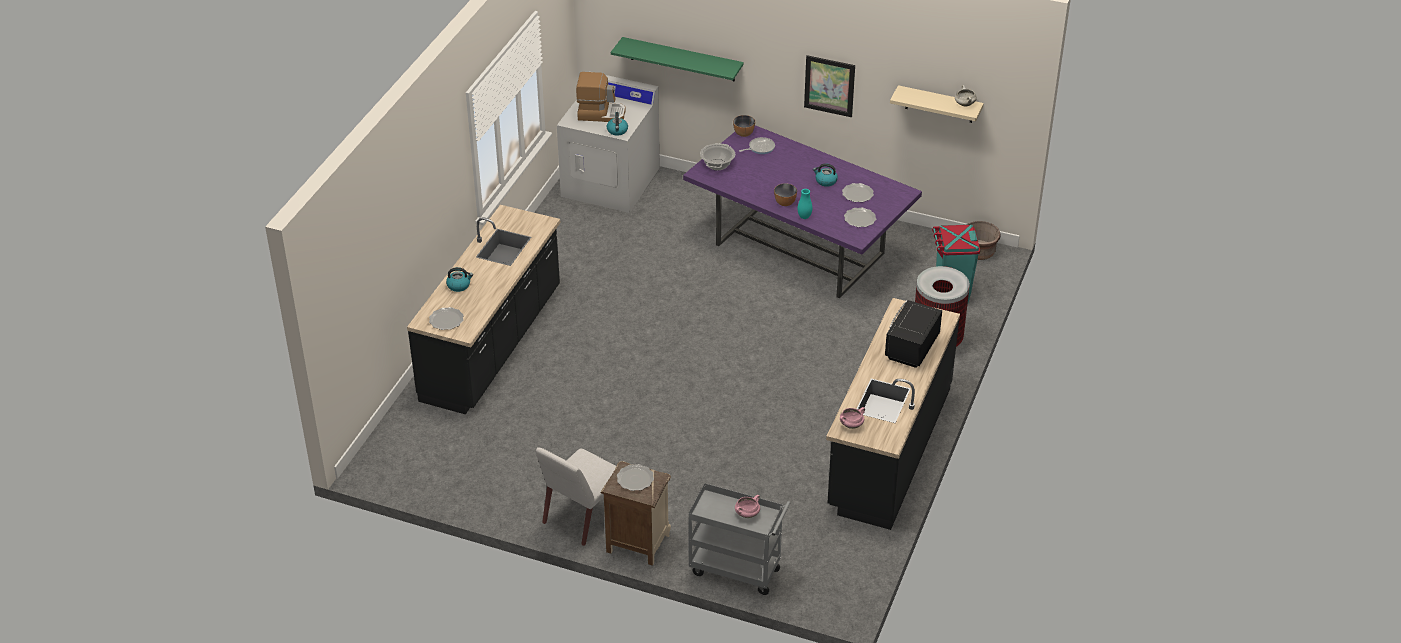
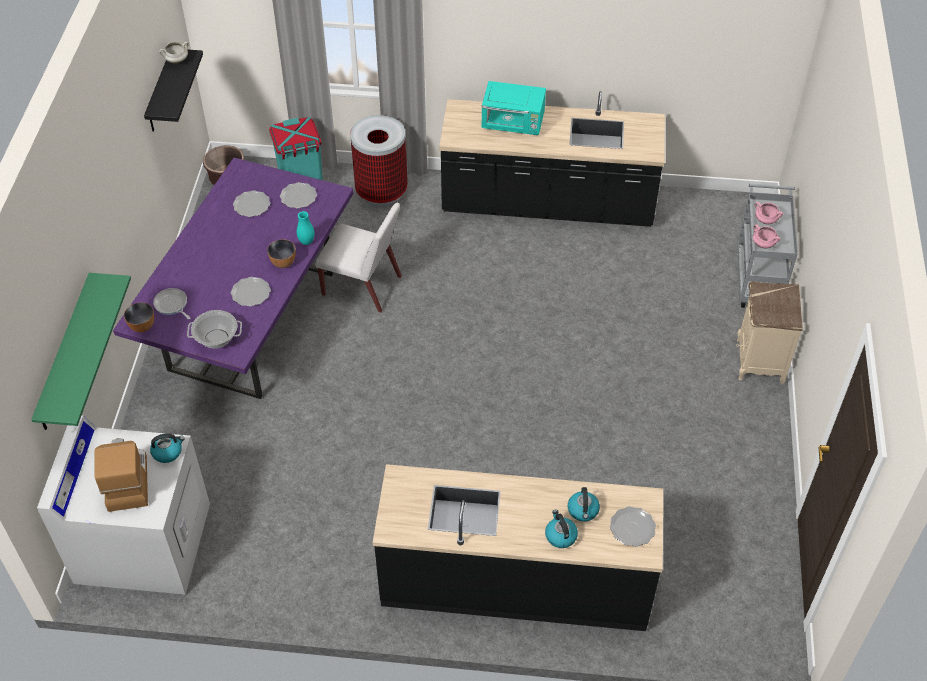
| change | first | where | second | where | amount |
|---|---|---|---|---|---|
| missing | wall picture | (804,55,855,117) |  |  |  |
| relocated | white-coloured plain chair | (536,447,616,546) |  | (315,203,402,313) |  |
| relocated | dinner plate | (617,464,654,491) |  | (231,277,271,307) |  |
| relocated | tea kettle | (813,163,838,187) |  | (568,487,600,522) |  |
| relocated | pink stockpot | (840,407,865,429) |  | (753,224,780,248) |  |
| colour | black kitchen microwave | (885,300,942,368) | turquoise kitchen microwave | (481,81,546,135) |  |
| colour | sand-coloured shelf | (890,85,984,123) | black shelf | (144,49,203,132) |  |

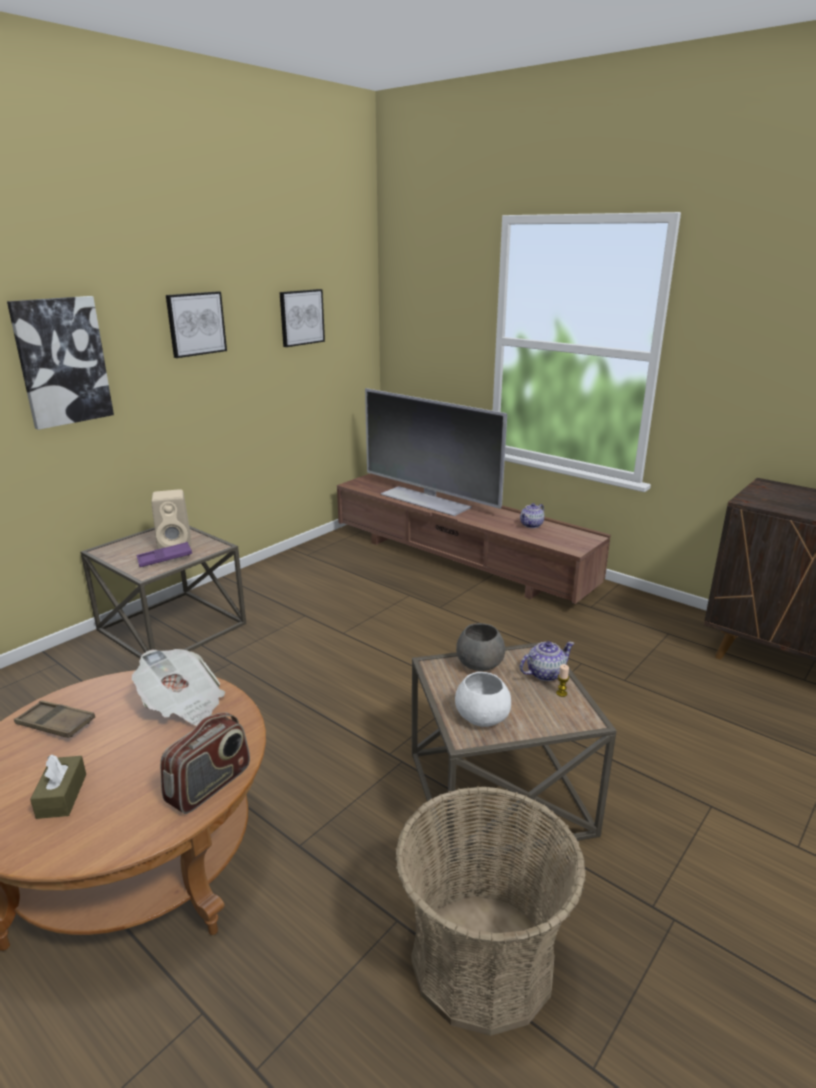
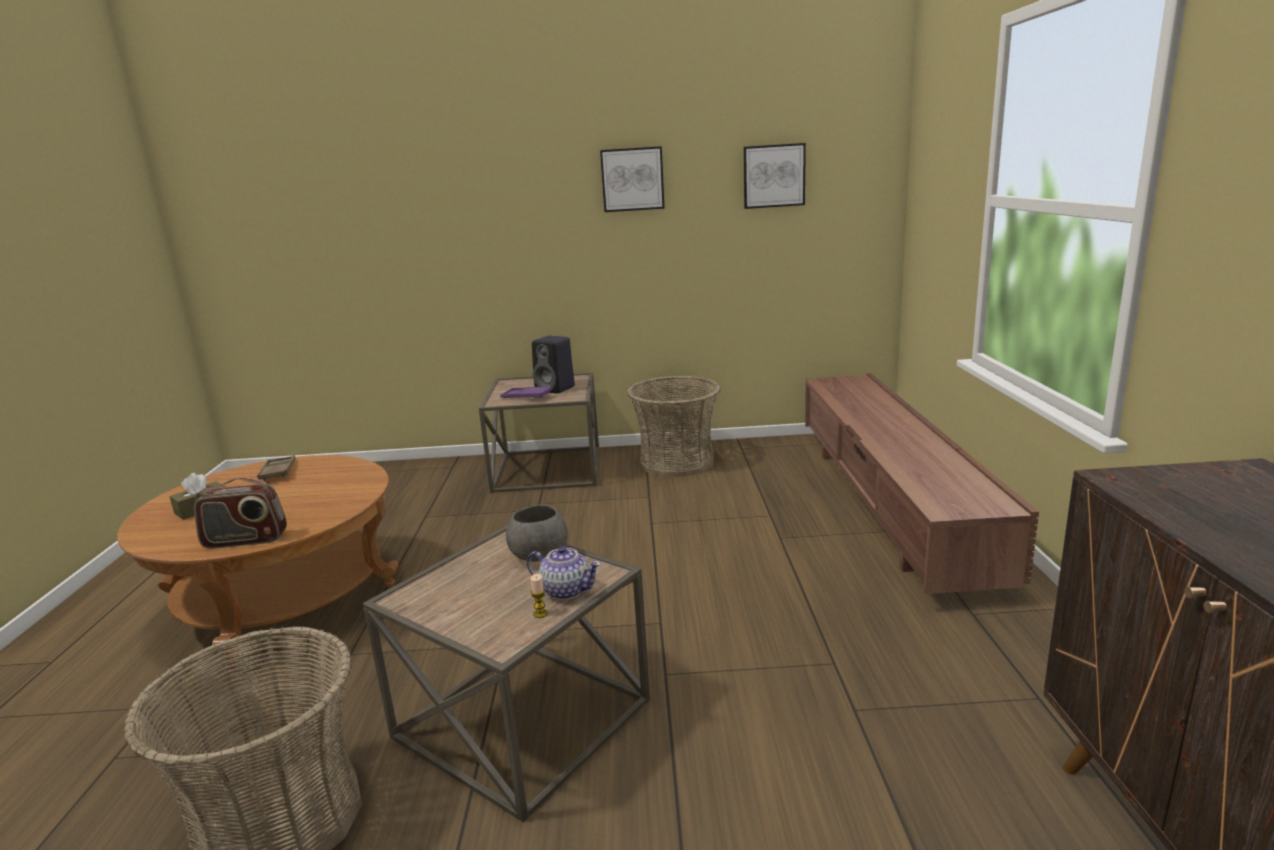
| change | first | where | second | where | amount |
|---|---|---|---|---|---|
| missing | wall picture | (7,296,114,430) |  |  |  |
| missing | printed paper | (132,649,225,726) |  |  |  |
| missing | television | (365,388,507,516) |  |  |  |
| missing | white-coloured serving bowl | (455,672,511,727) |  |  |  |
| missing | pot for tea | (520,503,544,528) |  |  |  |
| appeared |  |  | basket | (627,375,721,477) |  |
| colour | sand-coloured audio speaker | (151,489,191,549) | black audio speaker | (532,336,575,394) |  |

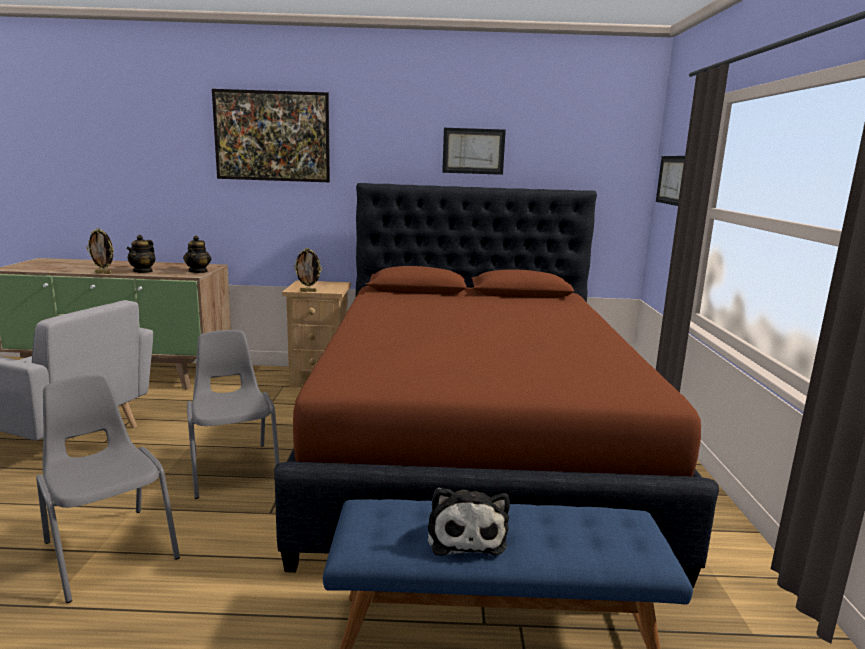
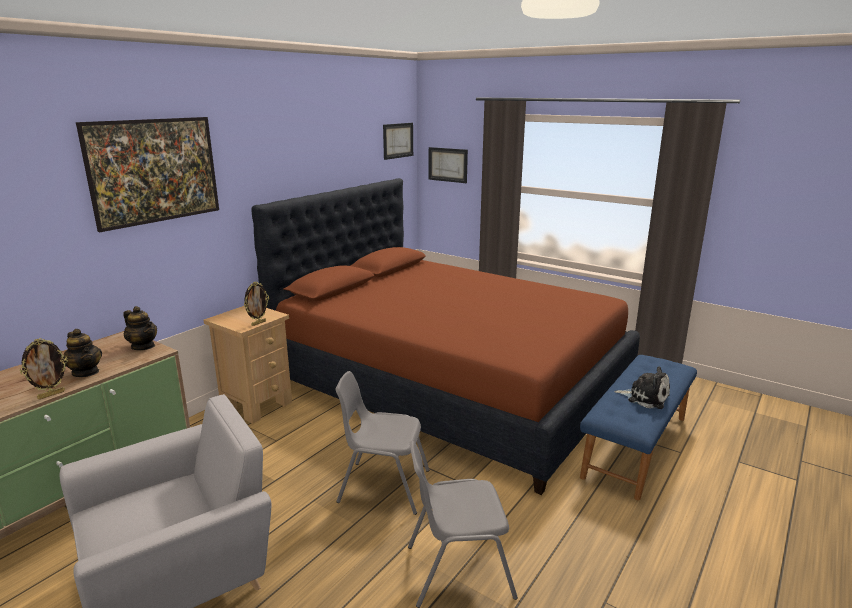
| change | first | where | second | where | amount |
|---|---|---|---|---|---|
| relocated | wall picture | (442,128,506,175) |  | (383,123,413,160) |  |

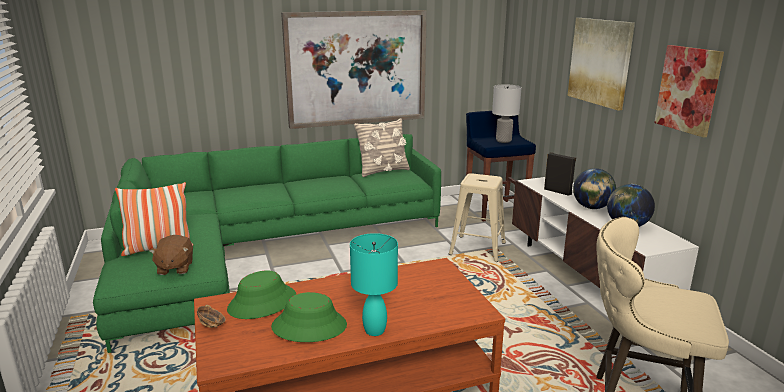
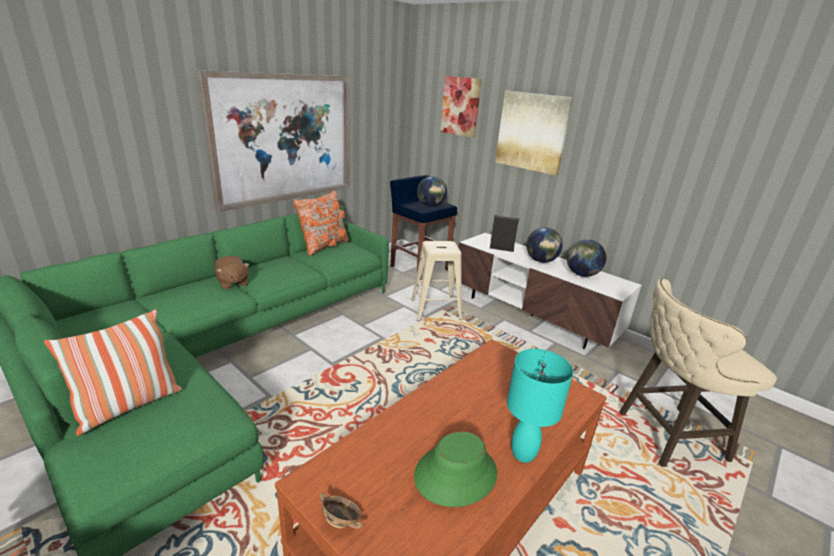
| change | first | where | second | where | amount |
|---|---|---|---|---|---|
| missing | greenish clothing hat | (227,270,296,319) |  |  |  |
| relocated | brownish plush toy | (149,235,193,275) |  | (214,256,249,289) |  |
| relocated | wall picture | (654,45,724,138) |  | (440,76,482,138) |  |
| exchanged | grey table lamp | (492,85,522,143) | world globe | (417,176,447,207) |  |
| colour | sand-coloured cushion | (354,119,410,177) | orange cushion | (293,190,349,256) |  |

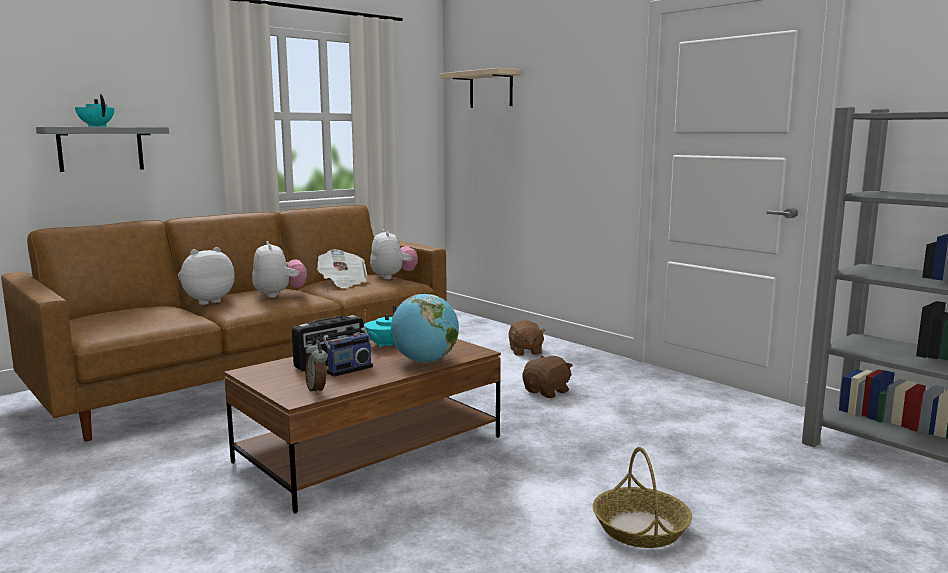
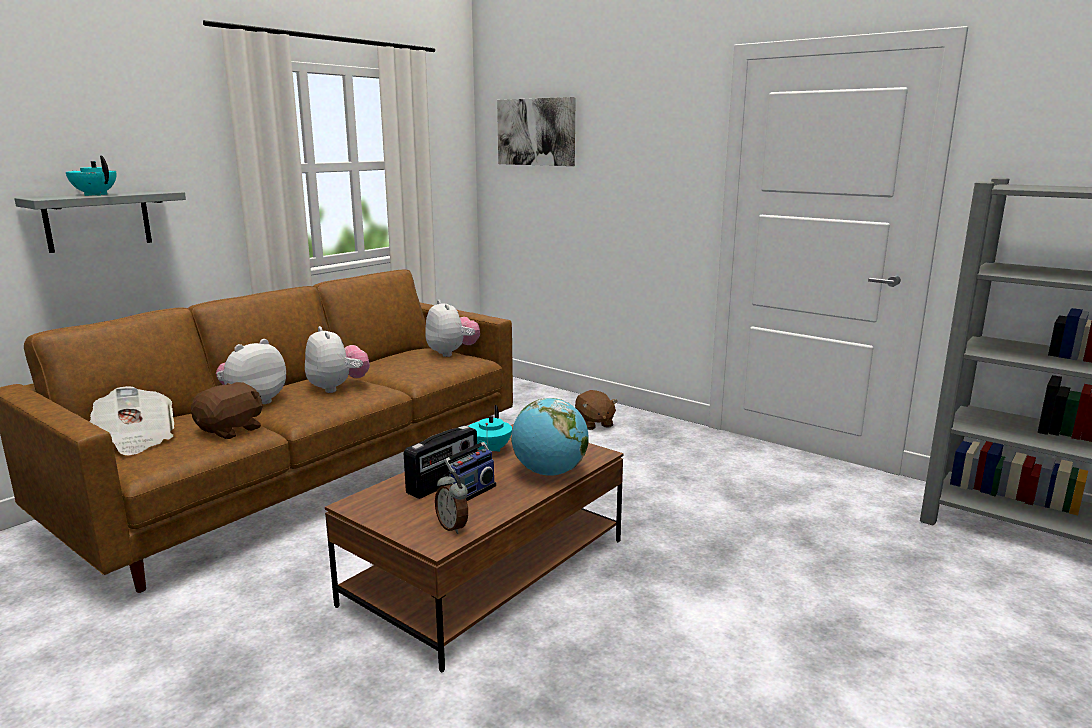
| change | first | where | second | where | amount |
|---|---|---|---|---|---|
| missing | basket | (593,447,692,548) |  |  |  |
| relocated | printed paper | (317,249,367,288) |  | (89,386,174,456) |  |
| relocated | brownish plush toy | (522,356,573,398) |  | (191,382,263,439) |  |
| exchanged | sand-coloured shelf | (440,68,522,108) | wall picture | (497,97,576,166) |  |

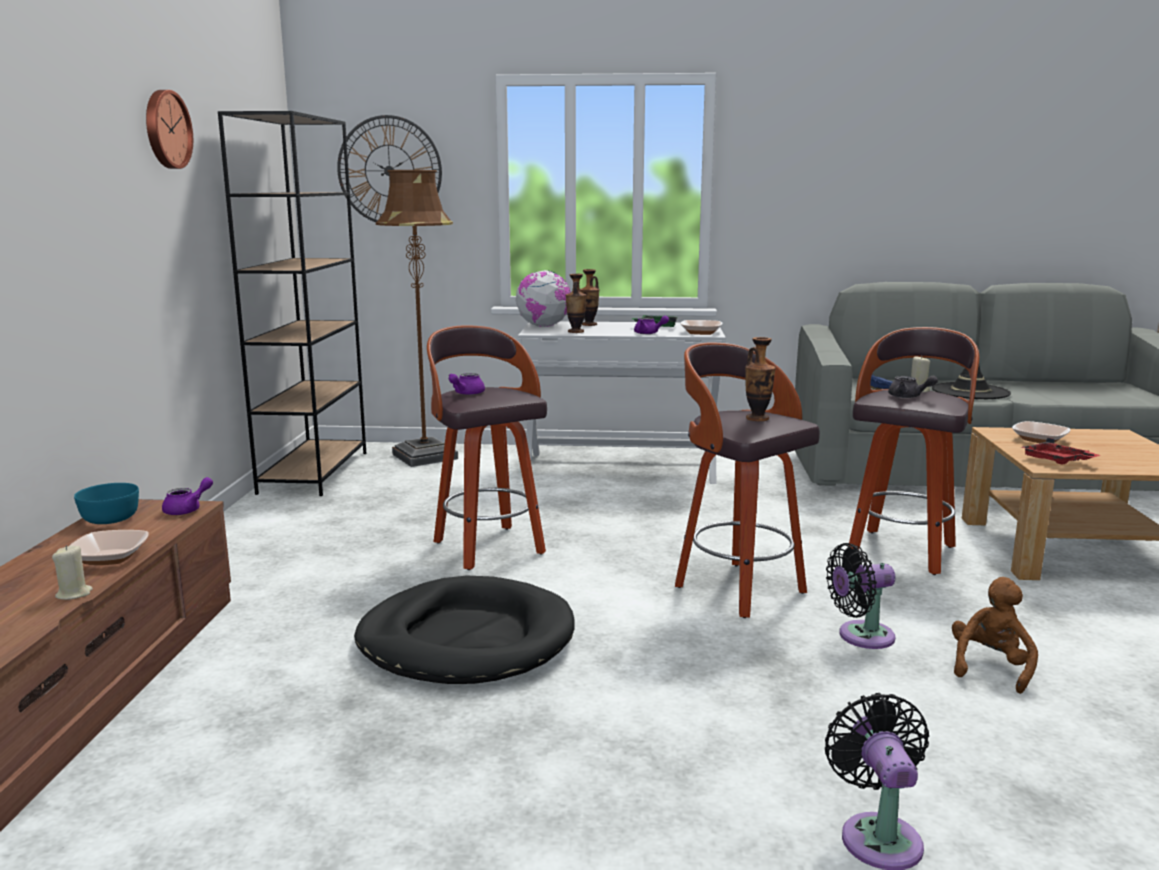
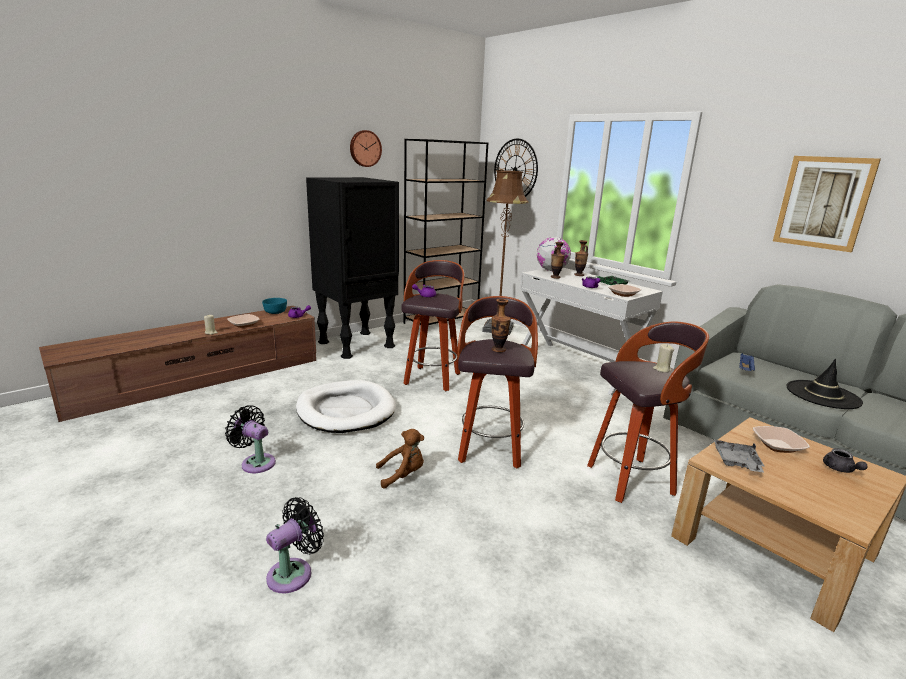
| change | first | where | second | where | amount |
|---|---|---|---|---|---|
| appeared |  |  | black cupboard | (306,177,399,359) |  |
| appeared |  |  | wall picture | (773,156,881,252) |  |
| relocated | black fan | (826,543,896,649) |  | (225,405,276,473) |  |
| relocated | grey pot for tea | (888,376,938,398) |  | (823,448,868,473) |  |
| relocated | brownish plush toy | (952,577,1038,694) |  | (376,429,424,489) |  |
| colour | black dog cushion | (354,576,575,684) | white-coloured dog cushion | (296,380,396,433) |  |
| colour | red-coloured carrying tray | (1021,438,1100,465) | grey carrying tray | (713,439,765,472) |  |

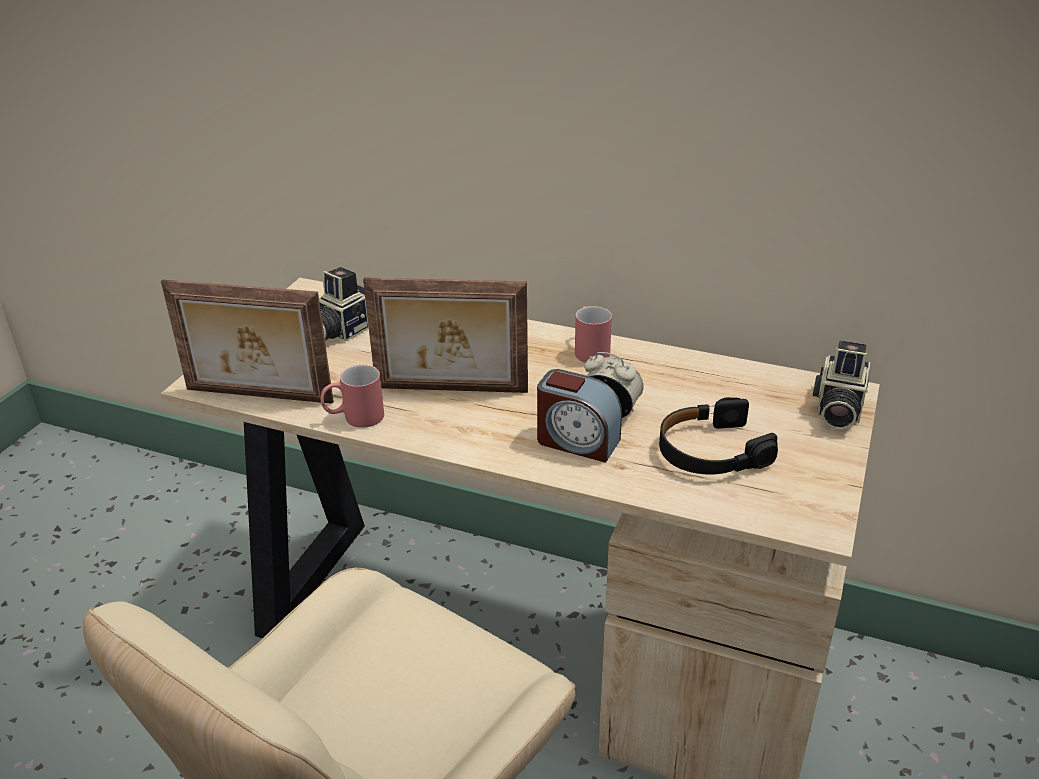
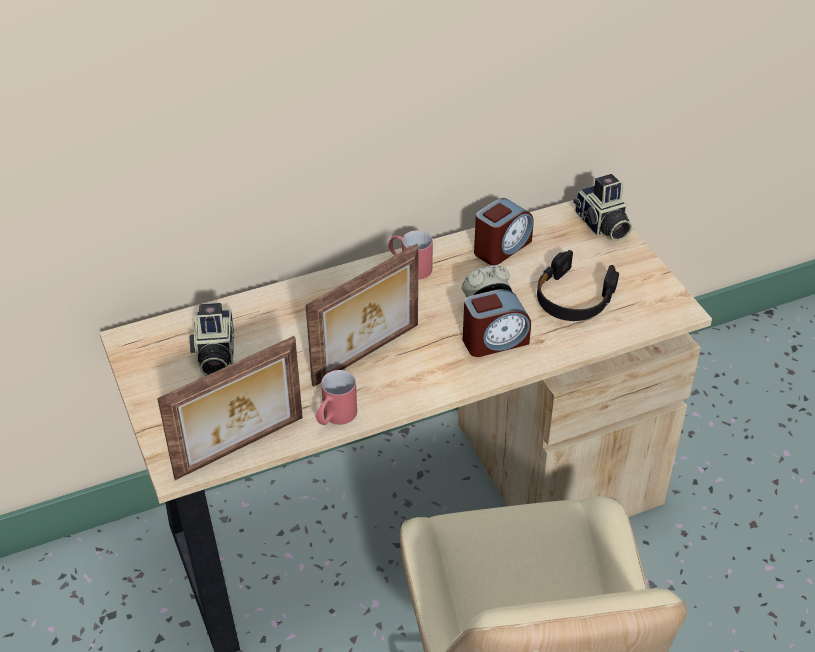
| change | first | where | second | where | amount |
|---|---|---|---|---|---|
| appeared |  |  | bedside clock | (474,198,534,265) |  |

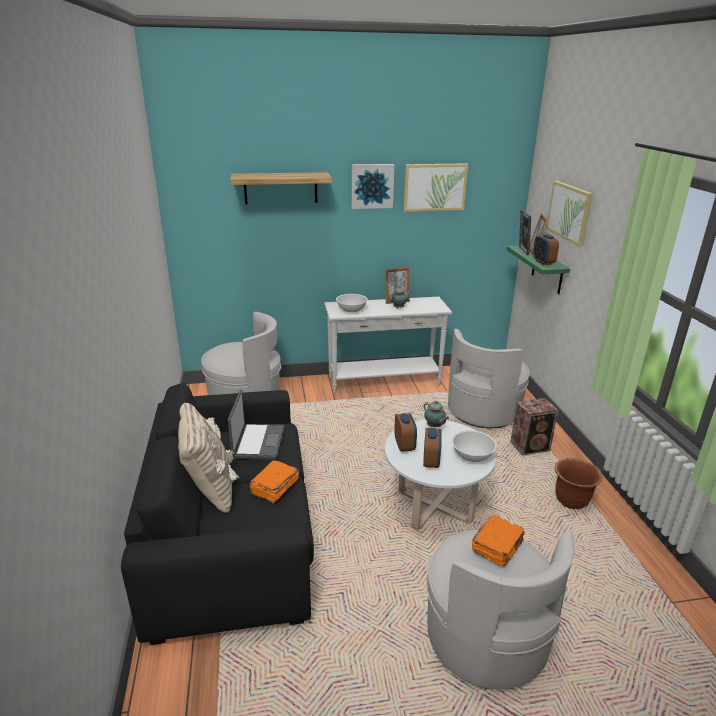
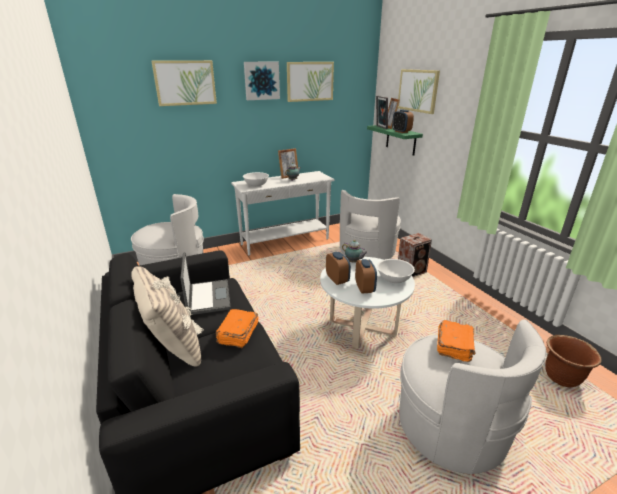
| change | first | where | second | where | amount |
|---|---|---|---|---|---|
| relocated | brownish planter | (555,458,602,509) |  | (545,335,601,387) |  |
| exchanged | shelf | (230,172,332,204) | wall picture | (151,60,217,106) |  |

